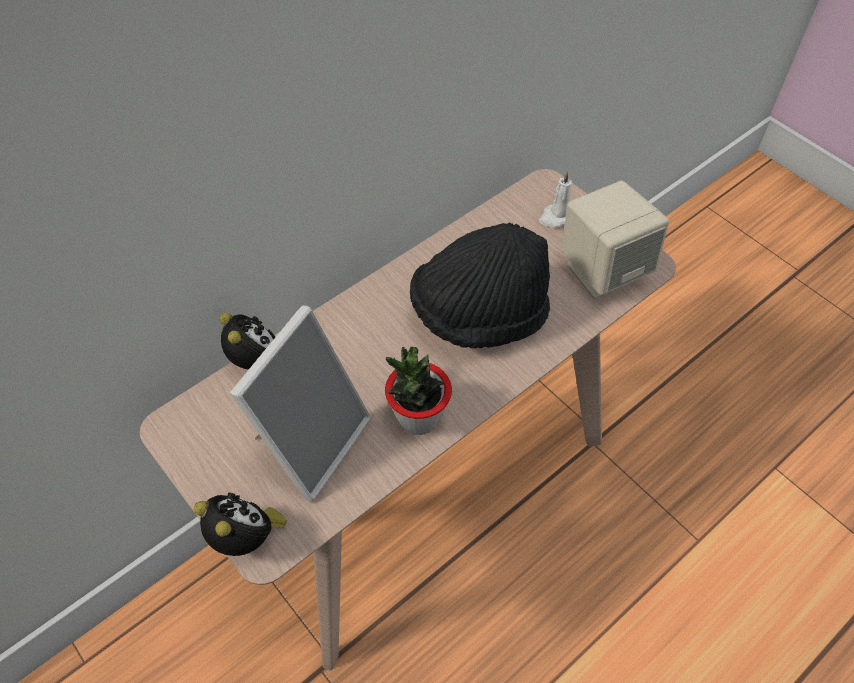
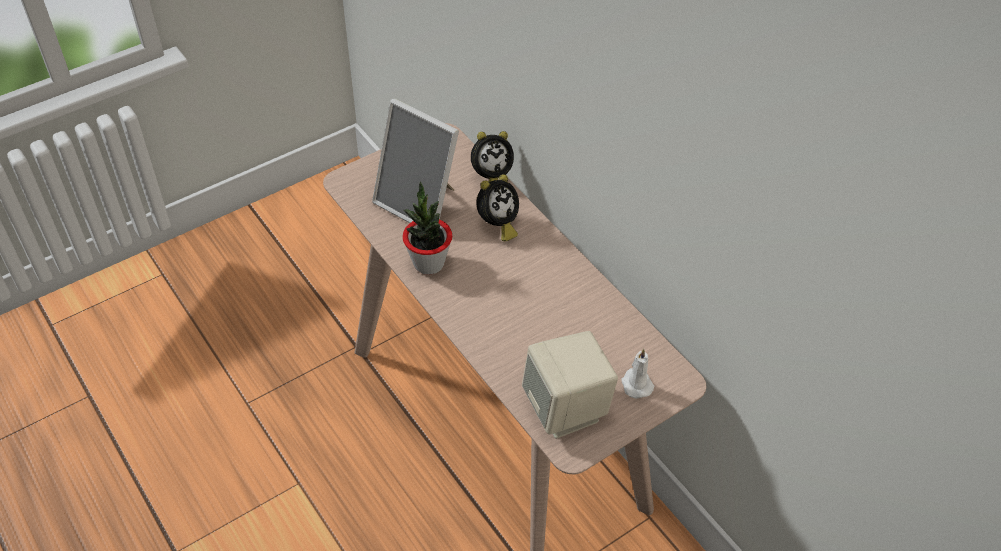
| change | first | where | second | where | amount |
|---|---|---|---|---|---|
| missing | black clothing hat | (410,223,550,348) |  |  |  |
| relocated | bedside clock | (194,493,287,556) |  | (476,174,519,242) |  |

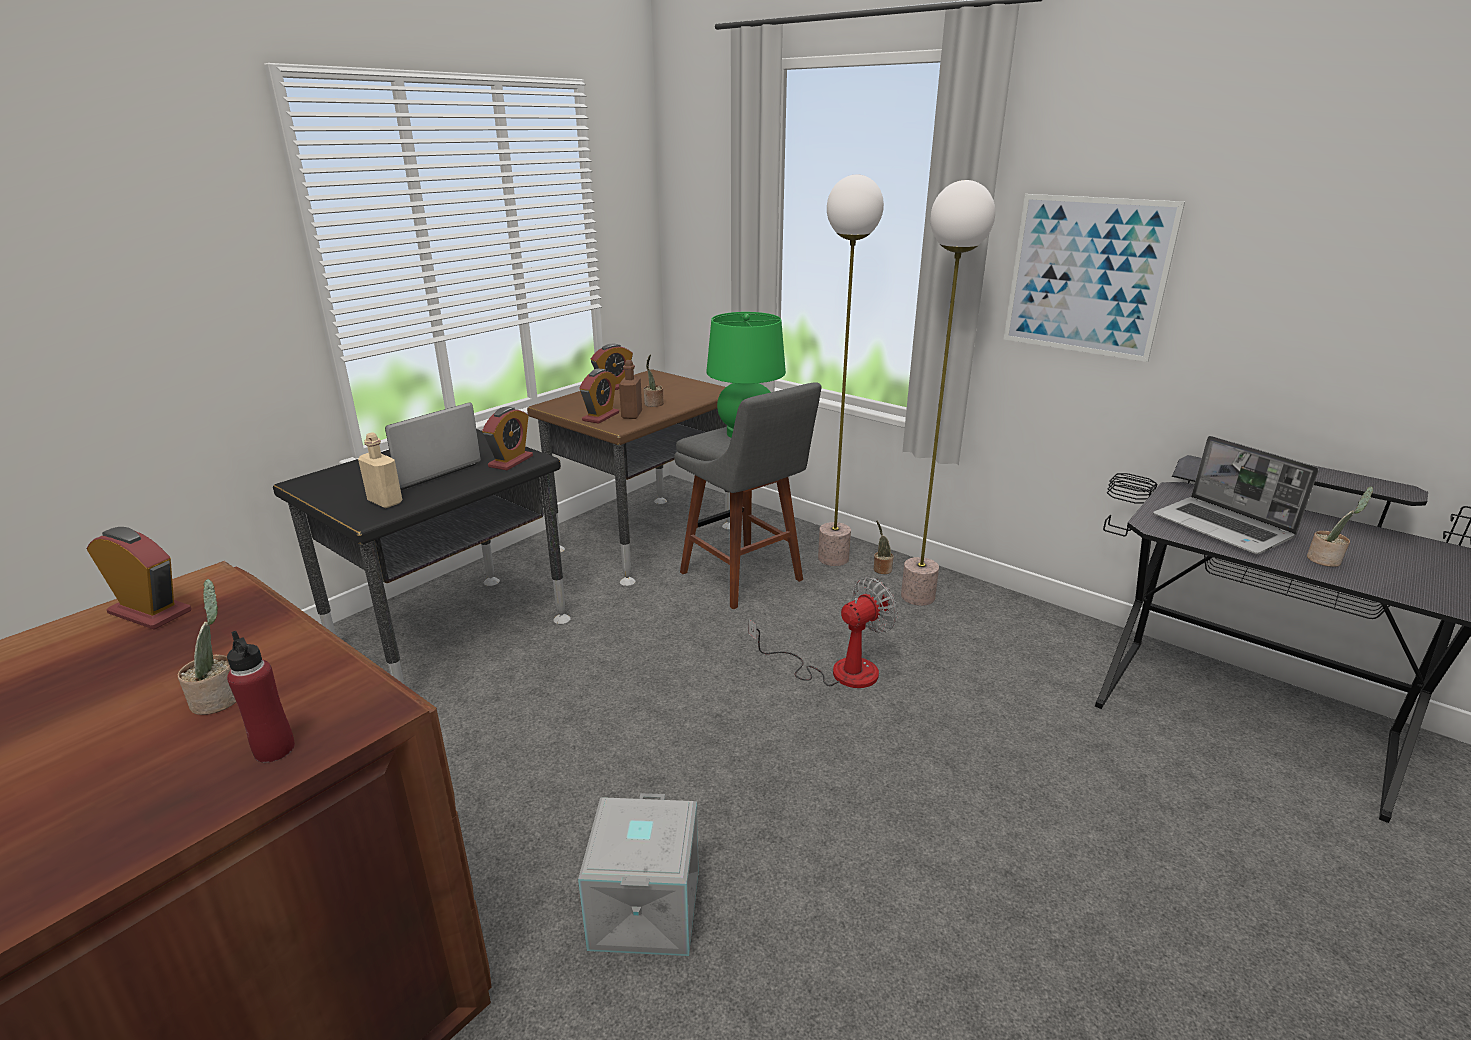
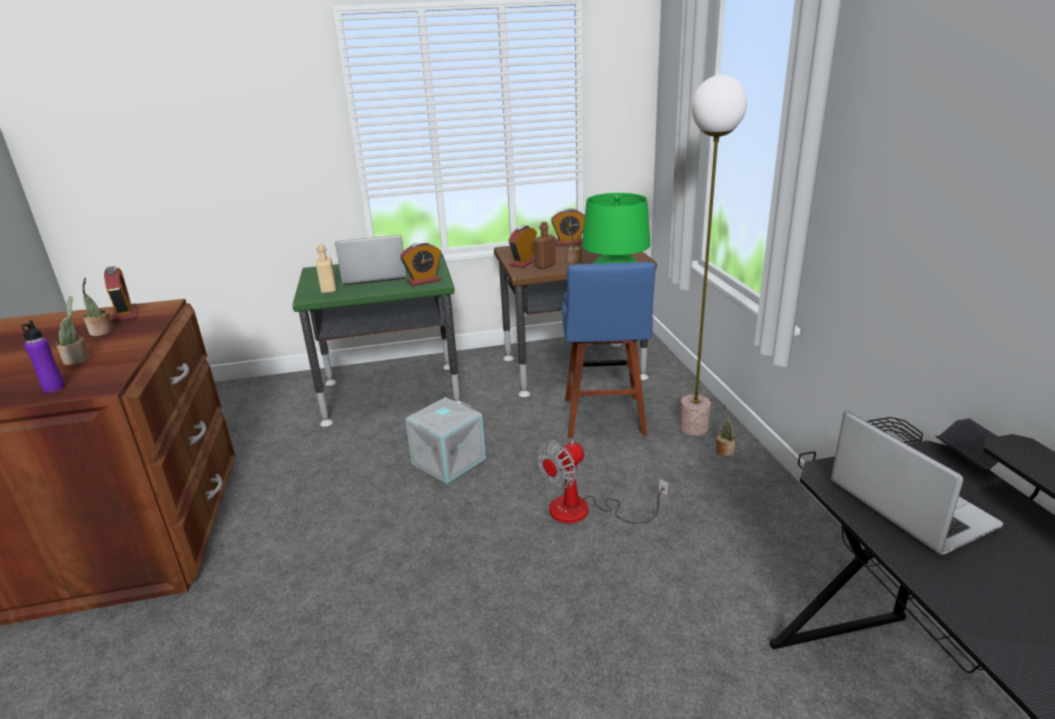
| change | first | where | second | where | amount |
|---|---|---|---|---|---|
| missing | floor lamp | (901,180,995,606) |  |  |  |
| missing | wall picture | (1004,194,1185,362) |  |  |  |
| relocated | grey storage bin | (578,793,699,956) |  | (405,397,486,483) |  |
| relocated | houseplant | (1307,486,1373,567) |  | (82,278,114,336) |  |
| colour | red-coloured drink bottle | (227,631,295,763) | purple drink bottle | (21,320,65,393) |  |
| colour | black desk | (273,429,571,685) | greenish desk | (292,253,463,427) |  |
| colour | grey stool seat | (674,382,822,609) | bluish stool seat | (562,262,655,438) |  |
| spun | bedside clock | (579,369,619,424) |  | (508,225,537,268) | 150 degrees clockwise |
| spun | fan | (748,577,898,688) |  | (536,440,669,524) | 135 degrees clockwise |
| spun | laptop | (1153,436,1319,554) |  | (831,411,1003,555) | 150 degrees clockwise |

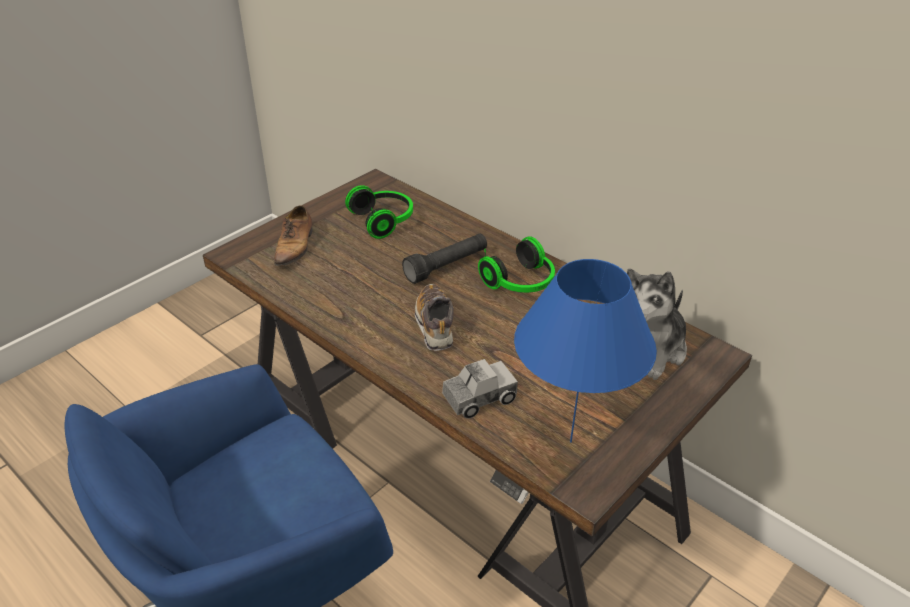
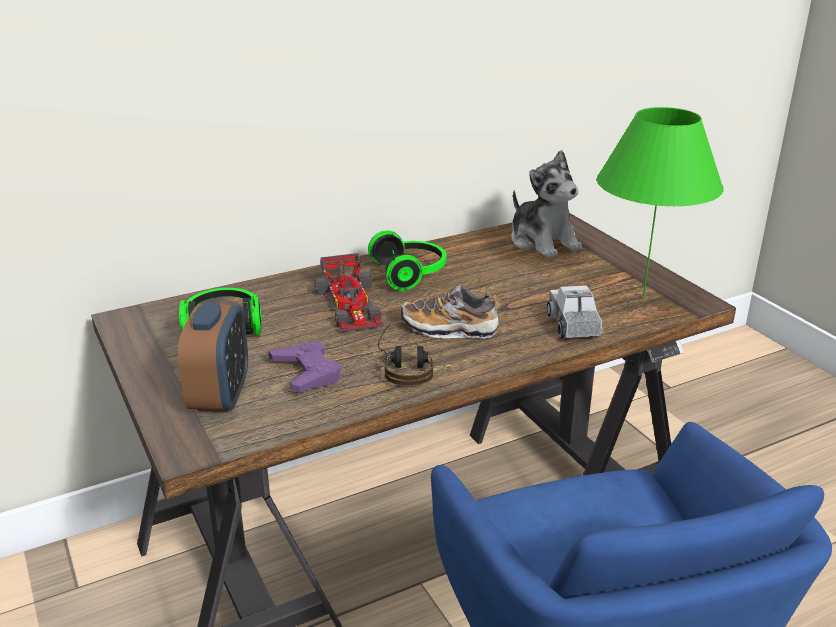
| change | first | where | second | where | amount |
|---|---|---|---|---|---|
| appeared |  |  | purple gamepad | (268,341,341,392) |  |
| appeared |  |  | pair of headphones | (378,324,434,386) |  |
| exchanged | item of footwear | (274,205,313,266) | bedside clock | (178,302,248,412) |  |
| exchanged | black torch | (402,234,487,284) | miniature car | (315,253,384,332) |  |
| colour | bluish table lamp | (514,259,657,443) | greenish table lamp | (597,107,724,298) |  |

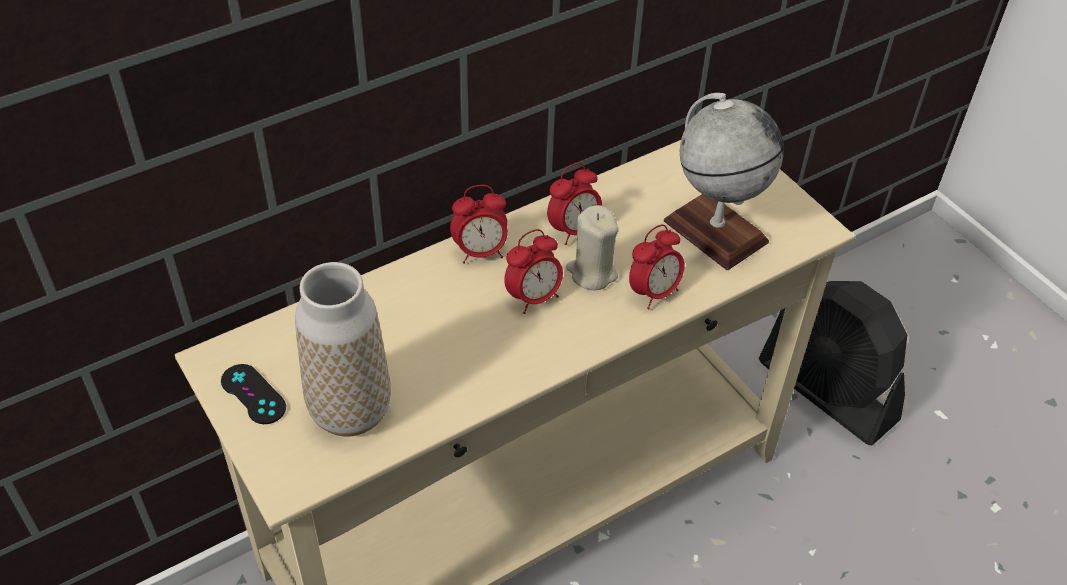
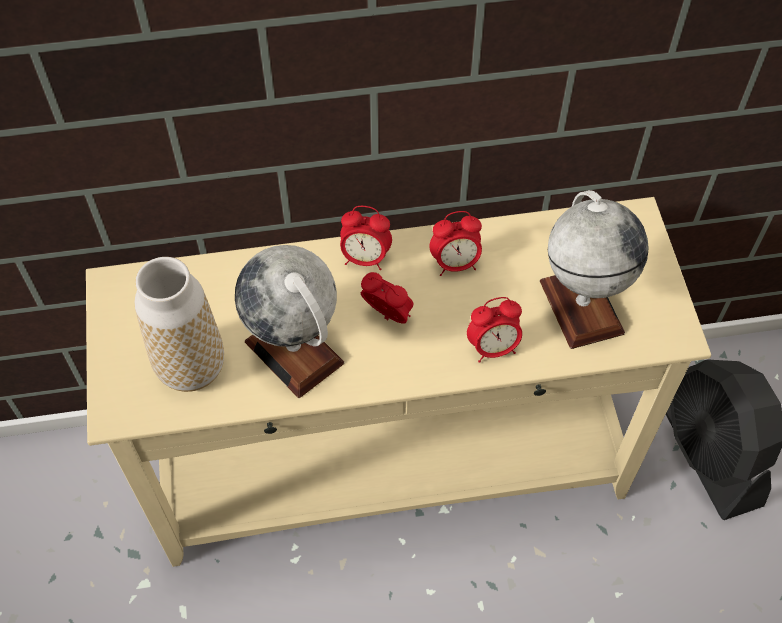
| change | first | where | second | where | amount |
|---|---|---|---|---|---|
| missing | black gamepad | (221,364,286,424) |  |  |  |
| missing | sand-coloured candle | (566,205,619,290) |  |  |  |
| appeared |  |  | world globe | (235,245,344,398) |  |
| spun | bedside clock | (504,229,563,314) |  | (361,272,414,324) | 135 degrees counterclockwise |

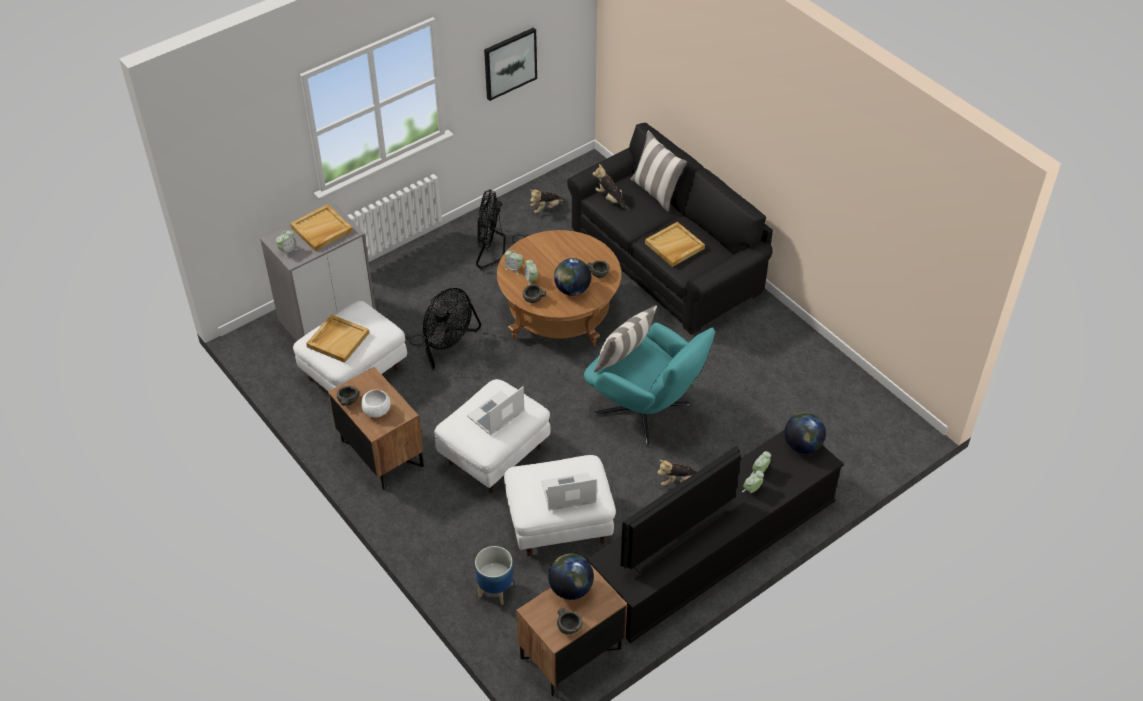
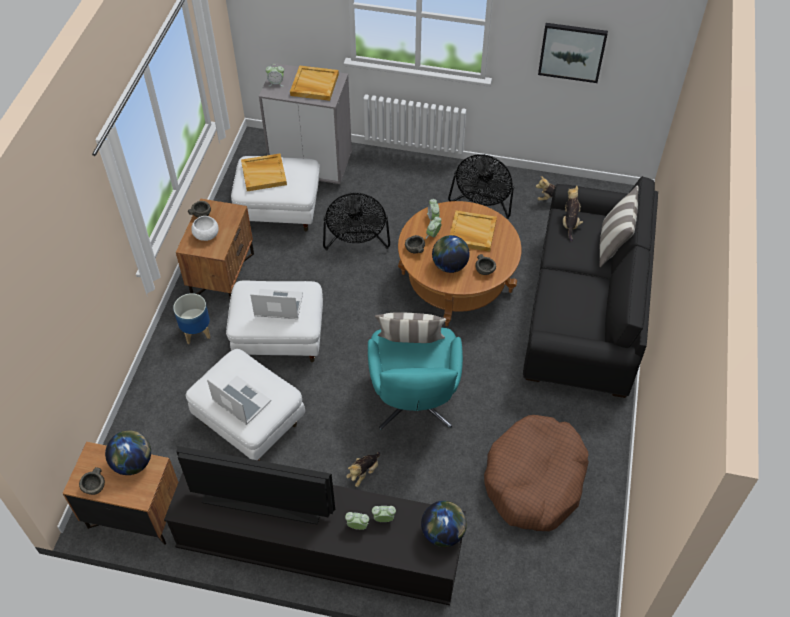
| change | first | where | second | where | amount |
|---|---|---|---|---|---|
| appeared |  |  | brownish dog cushion | (484,415,589,531) |  |
| relocated | planter | (475,546,513,605) |  | (173,293,211,344) |  |
| relocated | sand-coloured carrying tray | (645,222,705,267) |  | (450,210,497,252) |  |
| spun | black fan | (476,189,529,270) |  | (448,154,515,219) | 120 degrees counterclockwise |
| spun | plush toy | (657,460,697,486) |  | (346,452,380,487) | 90 degrees counterclockwise |

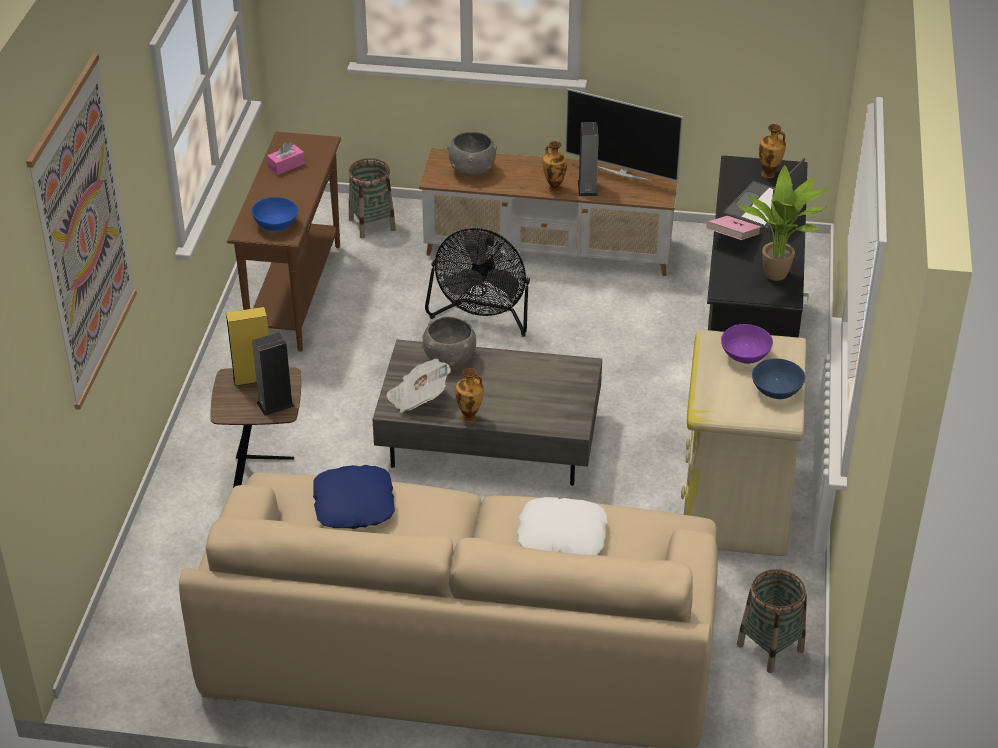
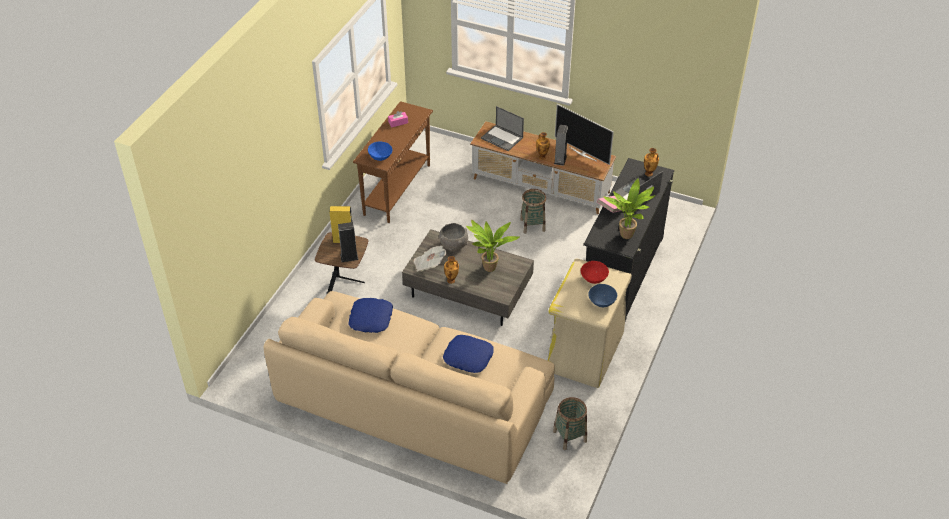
| change | first | where | second | where | amount |
|---|---|---|---|---|---|
| missing | wall picture | (26,53,137,410) |  |  |  |
| missing | black fan | (425,227,530,337) |  |  |  |
| appeared |  |  | houseplant | (466,220,520,272) |  |
| relocated | basket | (349,158,396,239) |  | (520,189,546,234) |  |
| exchanged | grey serving bowl | (447,132,497,176) | laptop | (481,106,524,151) |  |
| colour | white-coloured cushion | (517,497,607,555) | bluish cushion | (443,335,494,373) |  |
| colour | purple serving bowl | (721,324,773,364) | red-coloured serving bowl | (581,261,609,284) |  |

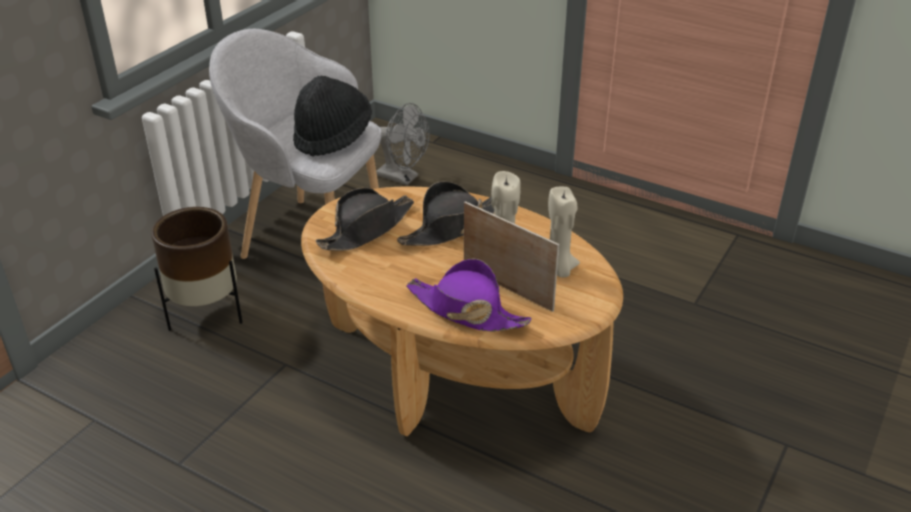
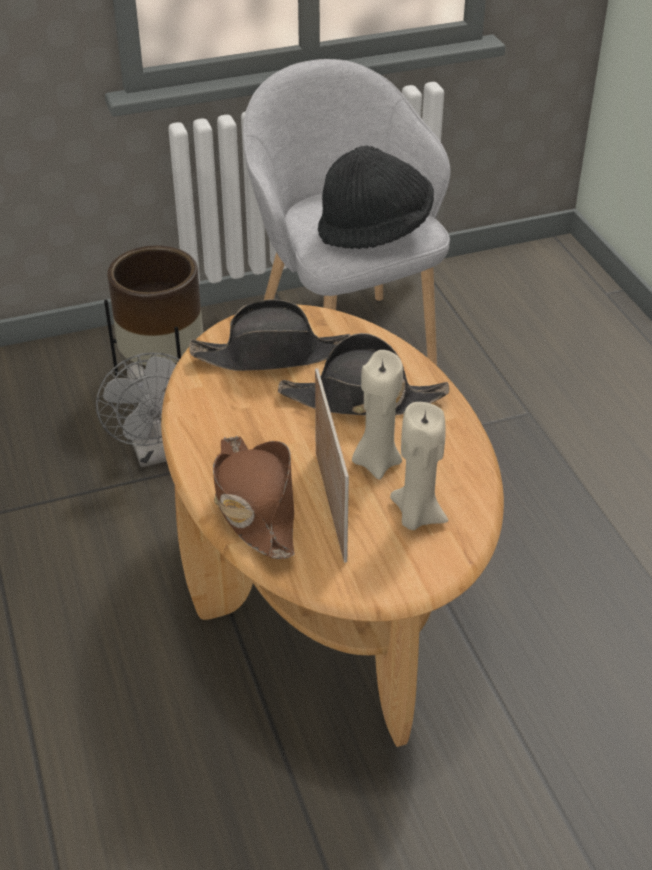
| change | first | where | second | where | amount |
|---|---|---|---|---|---|
| relocated | grey fan | (376,103,430,185) |  | (96,353,180,467) |  |
| colour | purple clothing hat | (406,258,532,332) | brownish clothing hat | (213,436,295,559) |  |

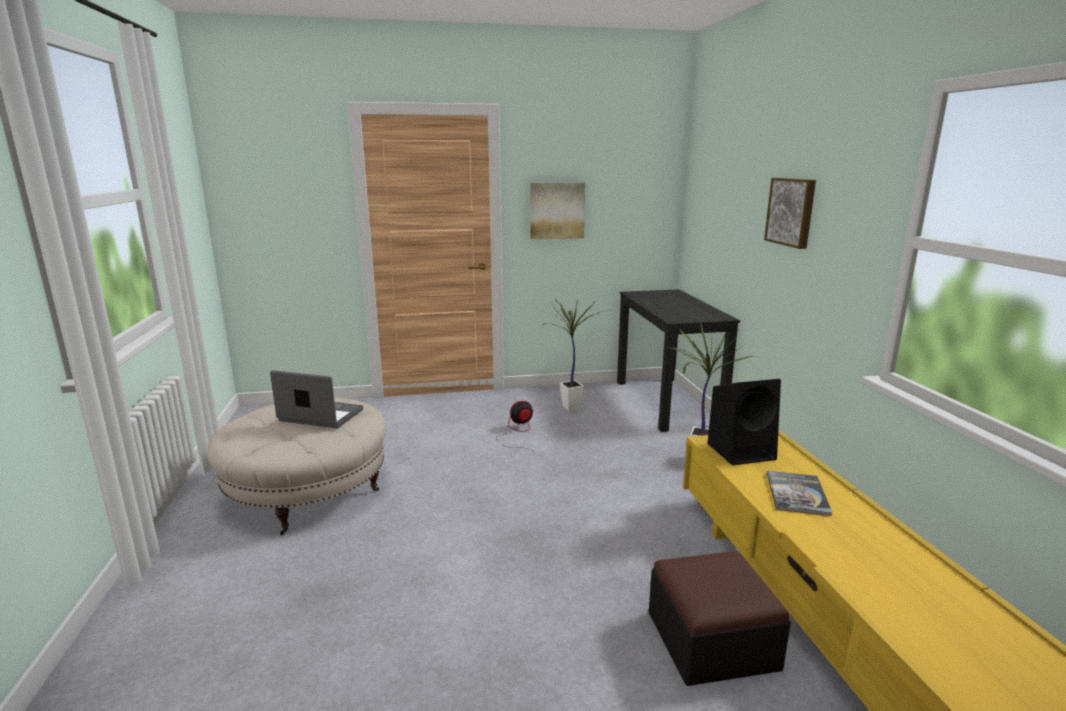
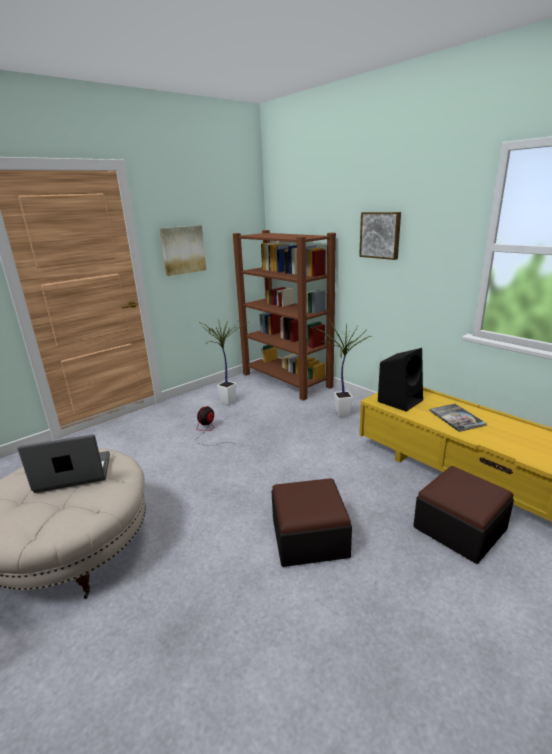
| change | first | where | second | where | amount |
|---|---|---|---|---|---|
| appeared |  |  | pouffe | (271,478,352,567) |  |
| exchanged | black desk | (617,289,740,432) | brownish bookshelf | (233,230,336,401) |  |

